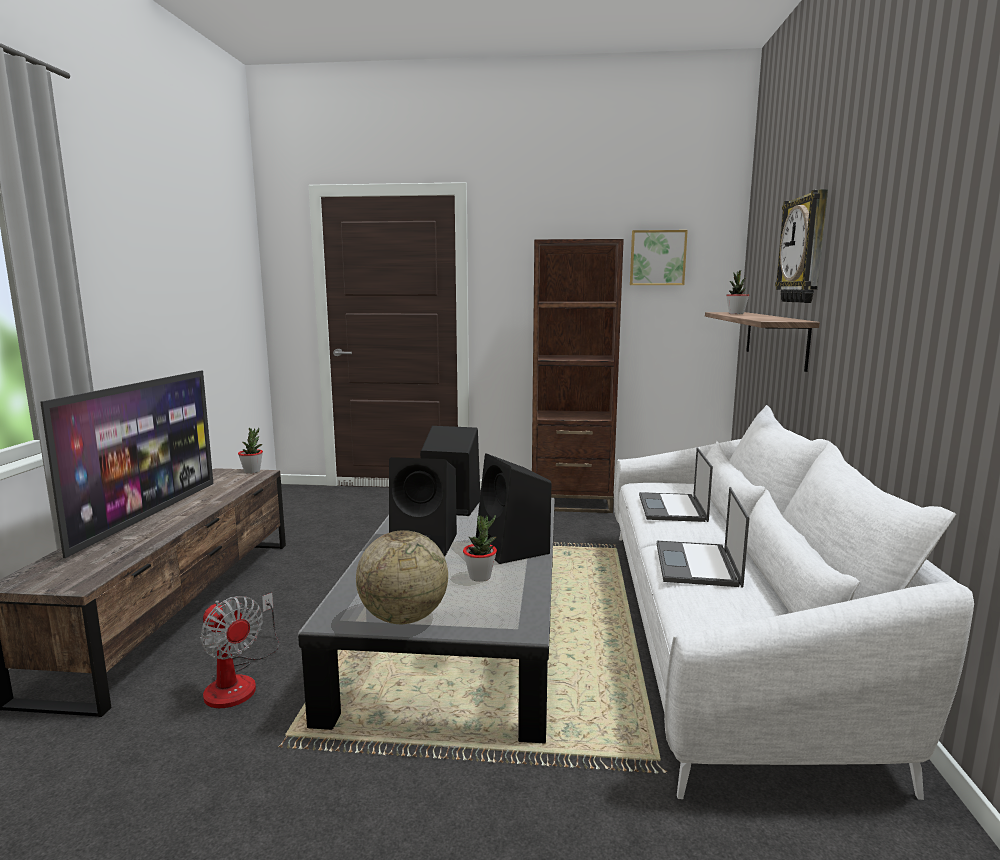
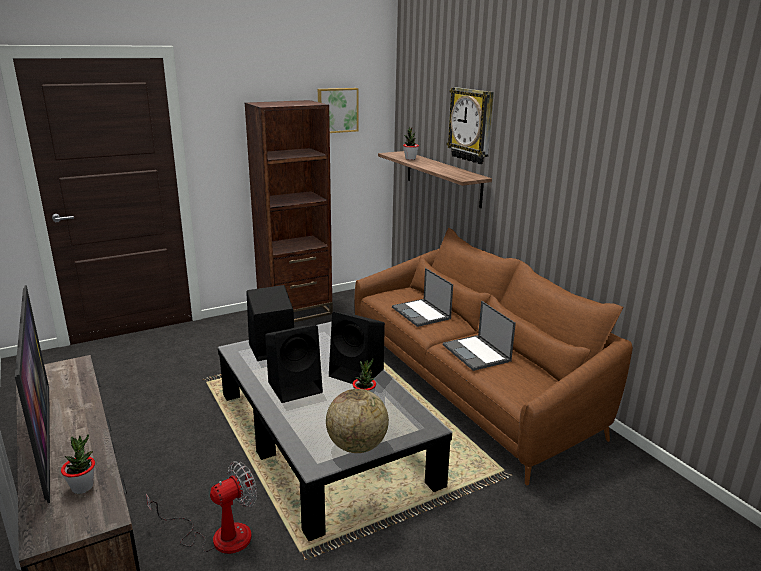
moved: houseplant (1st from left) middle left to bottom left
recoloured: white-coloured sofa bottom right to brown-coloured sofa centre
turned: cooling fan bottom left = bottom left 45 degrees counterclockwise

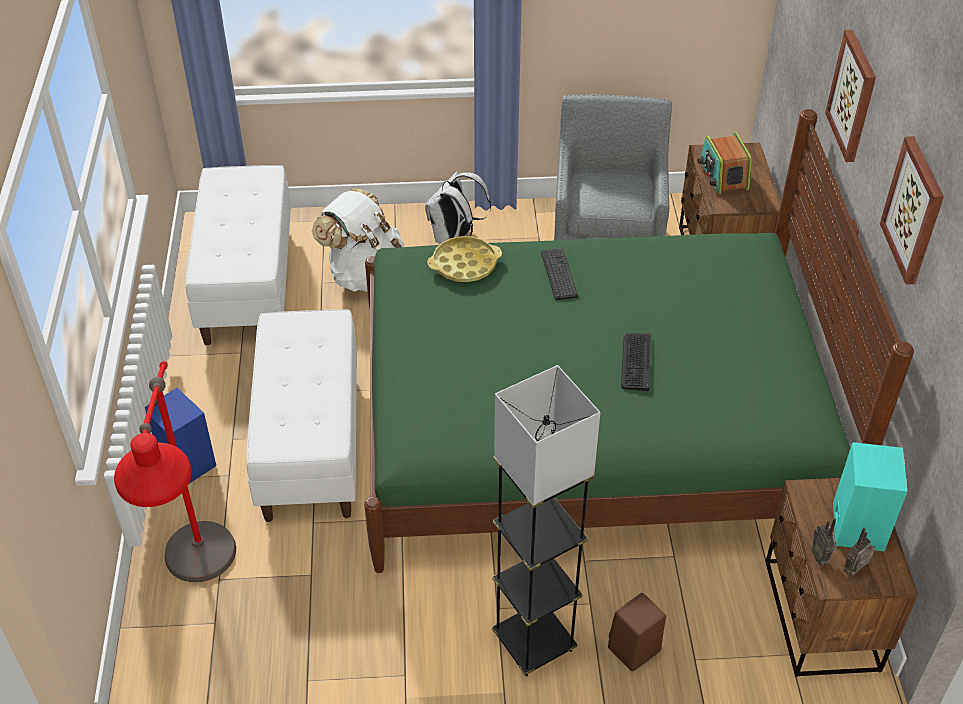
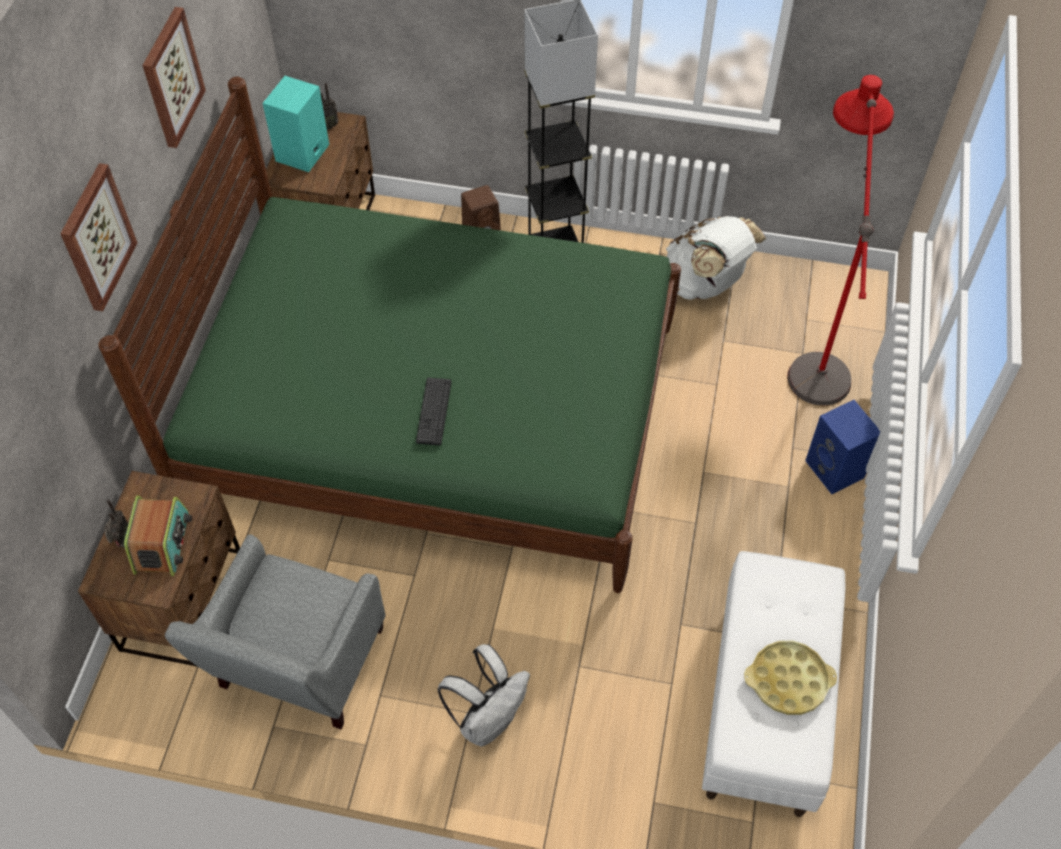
removed: white-coloured indoor bench (2nd from left) middle left; computer keyboard (2nd from left) centre
moved: white-coloured knapsack (1st from left in the first image) centre to white-coloured knapsack (2nd from left) top right; yellowish tray centre to bottom right; radio (2nd from left in the first image) bottom right to radio (1st from left) middle left

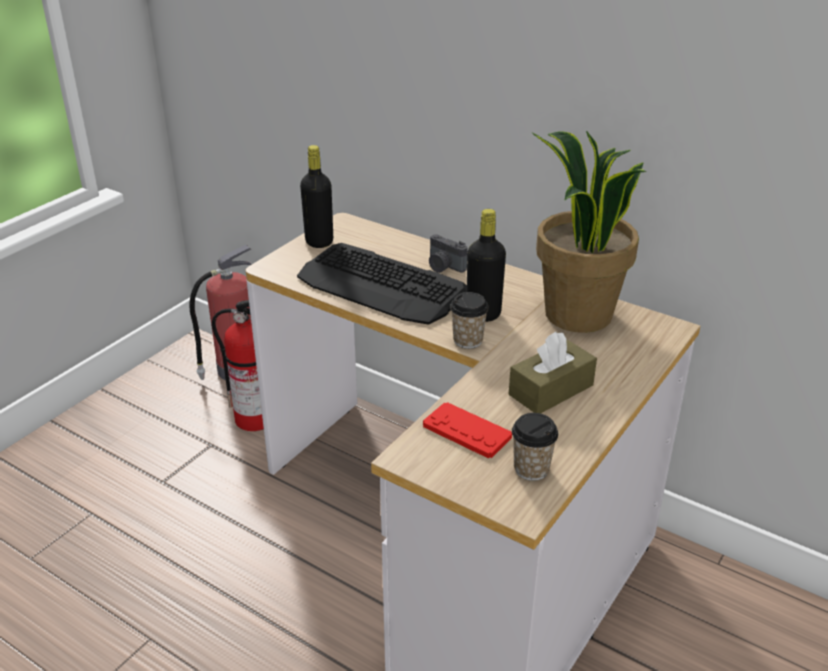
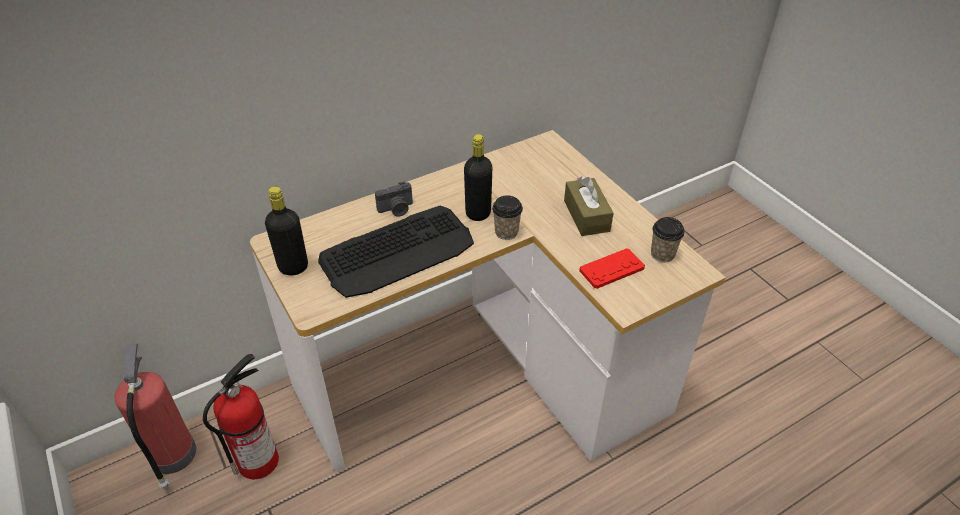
removed: houseplant middle right

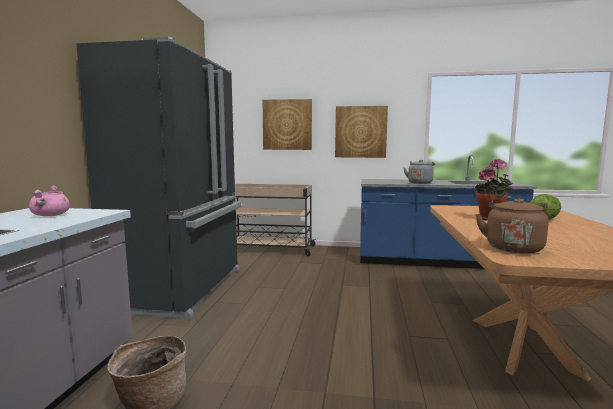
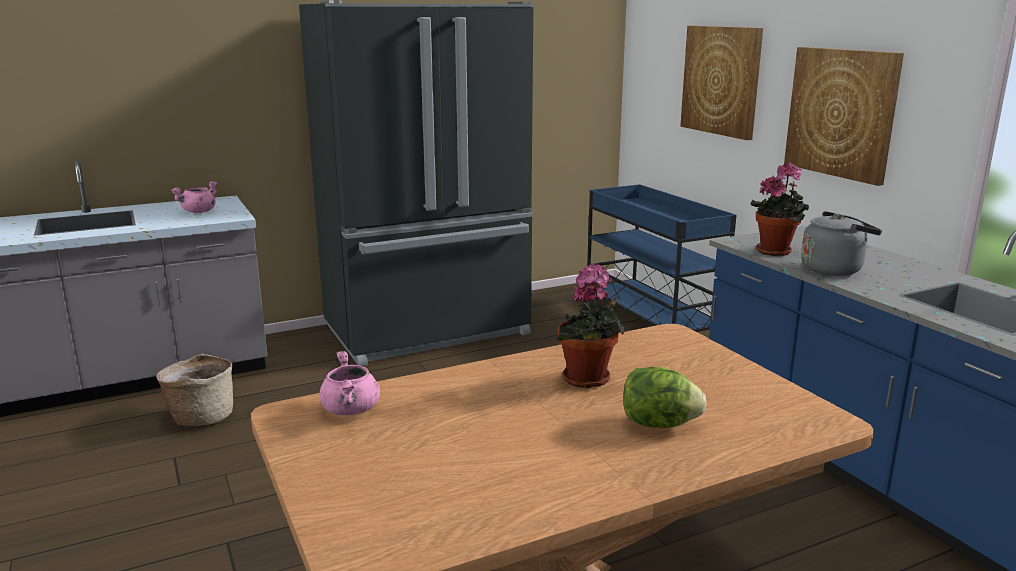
added: houseplant (2nd from left) middle right
replaced: brown-coloured tea kettle middle right to pink cooking pot (2nd from left) bottom centre
recoloured: sand-coloured cart centre to bluish cart centre

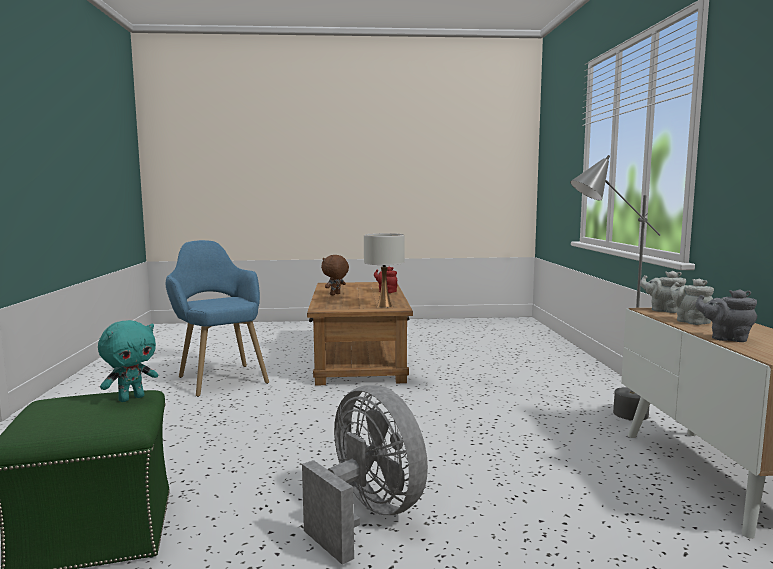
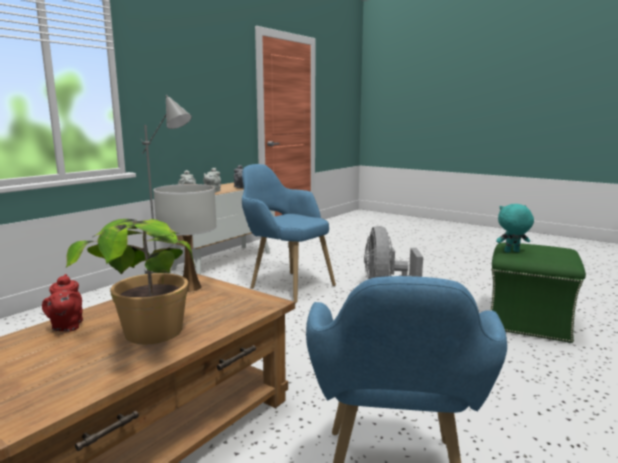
added: bluish easy chair (1st from left) centre
replaced: brown-coloured cuddly toy centre to houseplant middle left

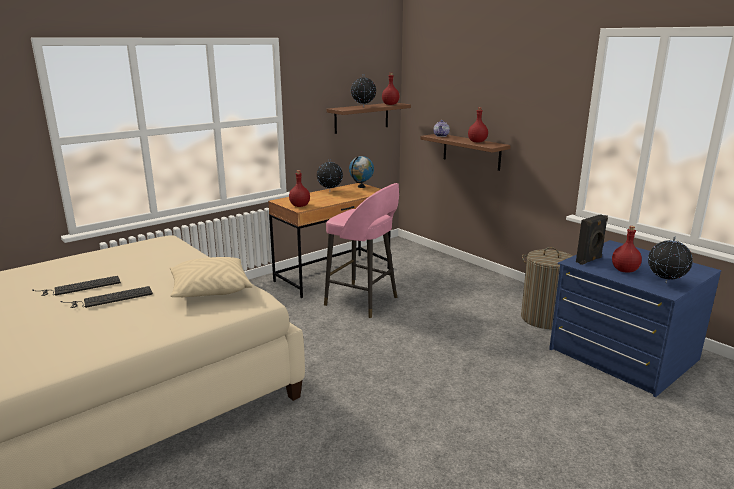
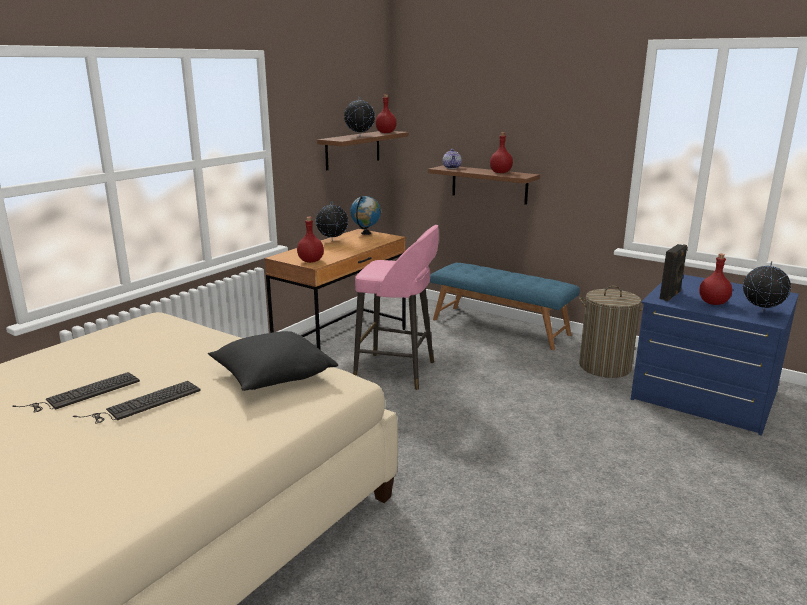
added: bluish indoor bench centre
recoloured: sand-coloured cushion middle left to blackish cushion centre

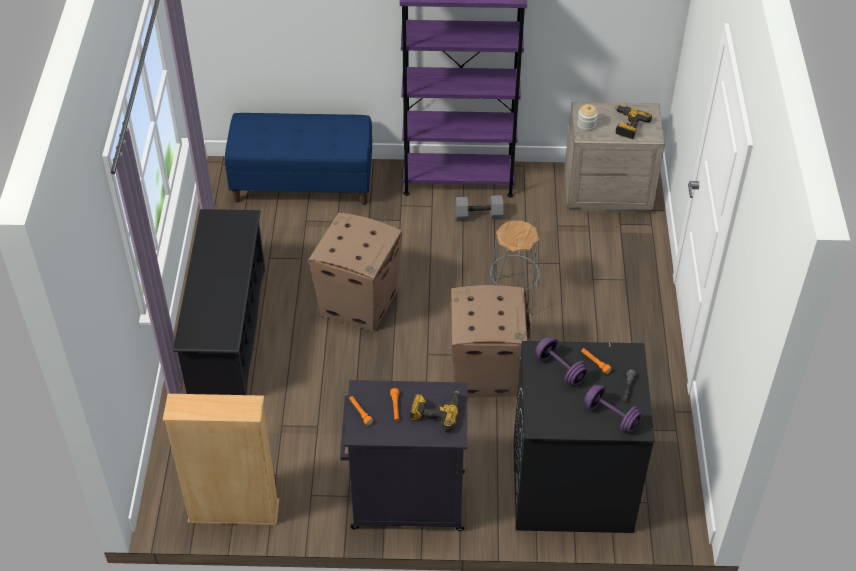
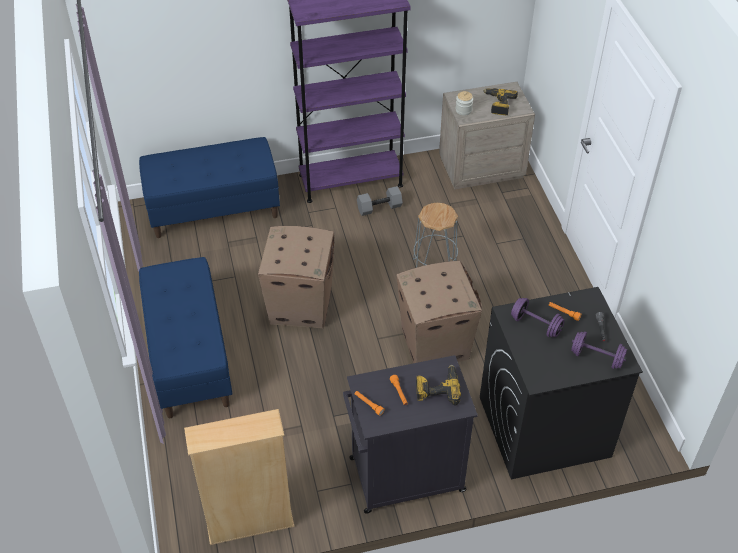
replaced: blackish shoe shelf middle left to bluish indoor bench (1st from left) middle left

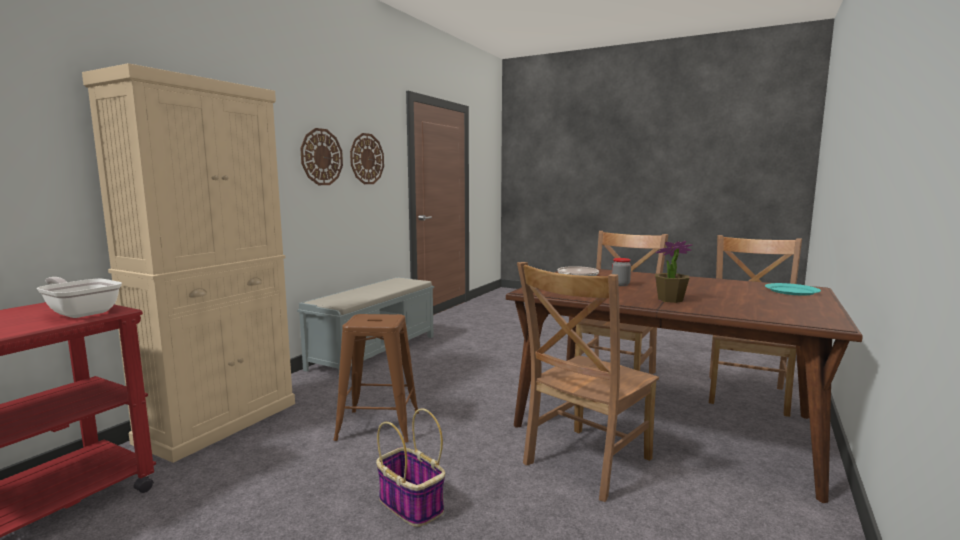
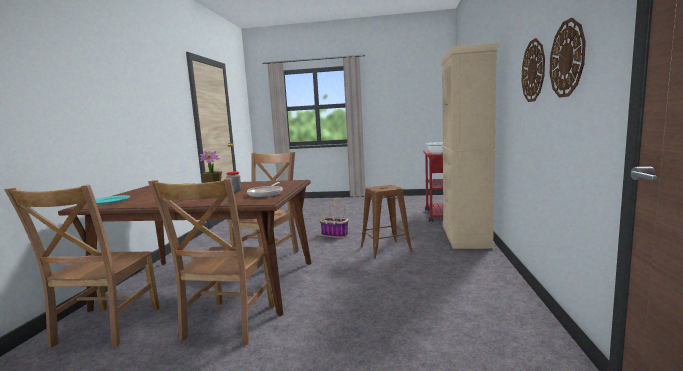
removed: greyish indoor bench centre

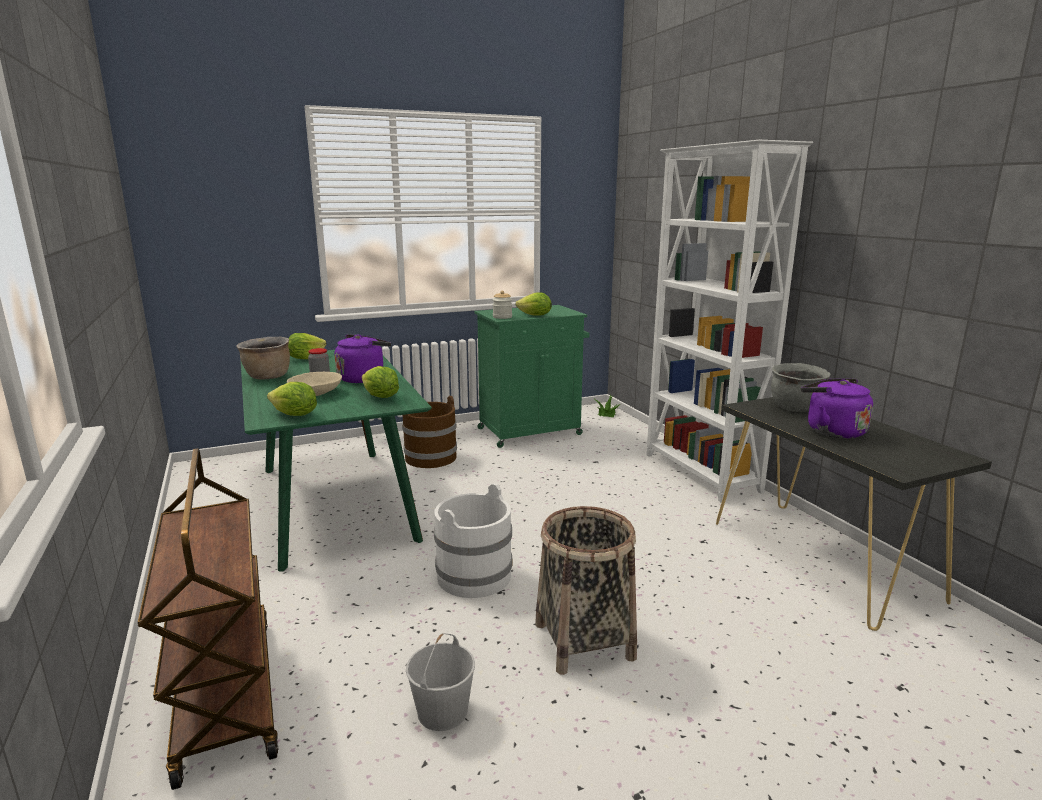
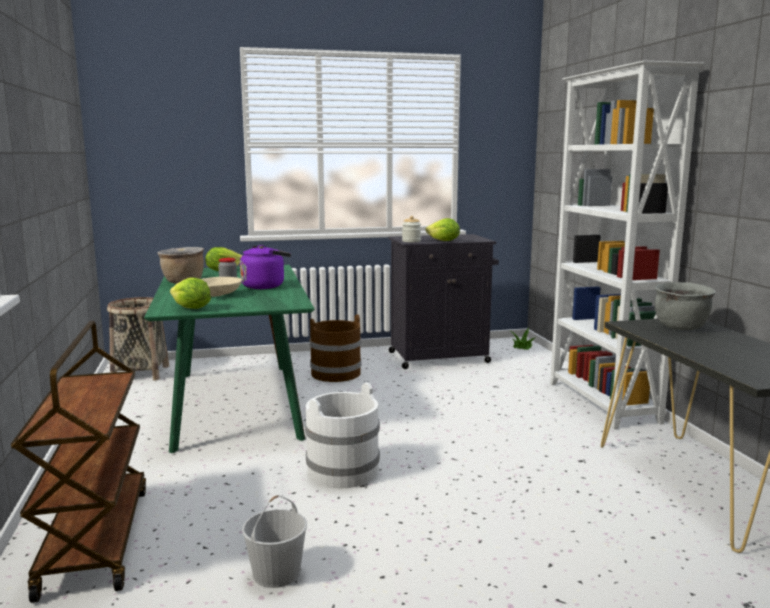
removed: lettuce (3rd from left) centre; purplish tea kettle (2nd from left) middle right
moved: basket bottom centre to middle left
recoloured: green-coloured cupboard centre to blackish cupboard centre

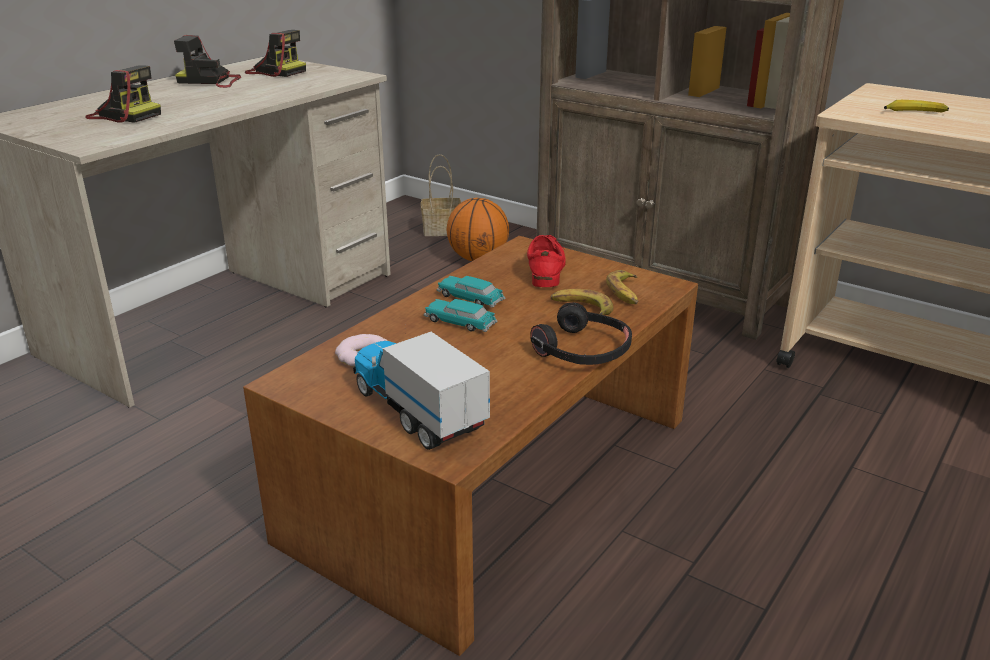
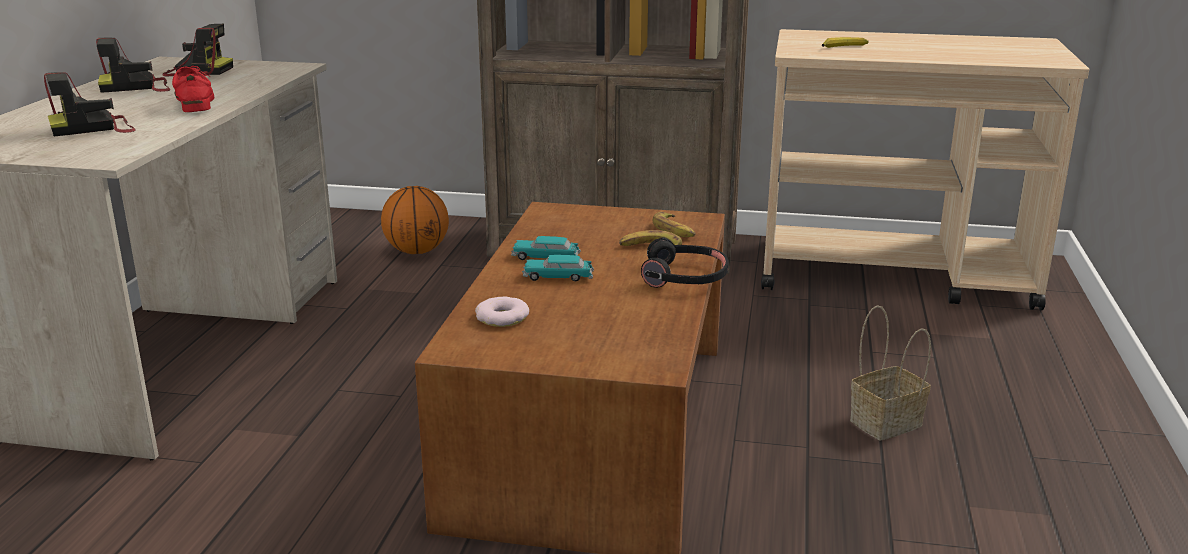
removed: toy truck centre
moved: basket top centre to bottom right; reddish low shoe centre to top left
turned: photo camera (1st from left) top left = top left 150 degrees clockwise

